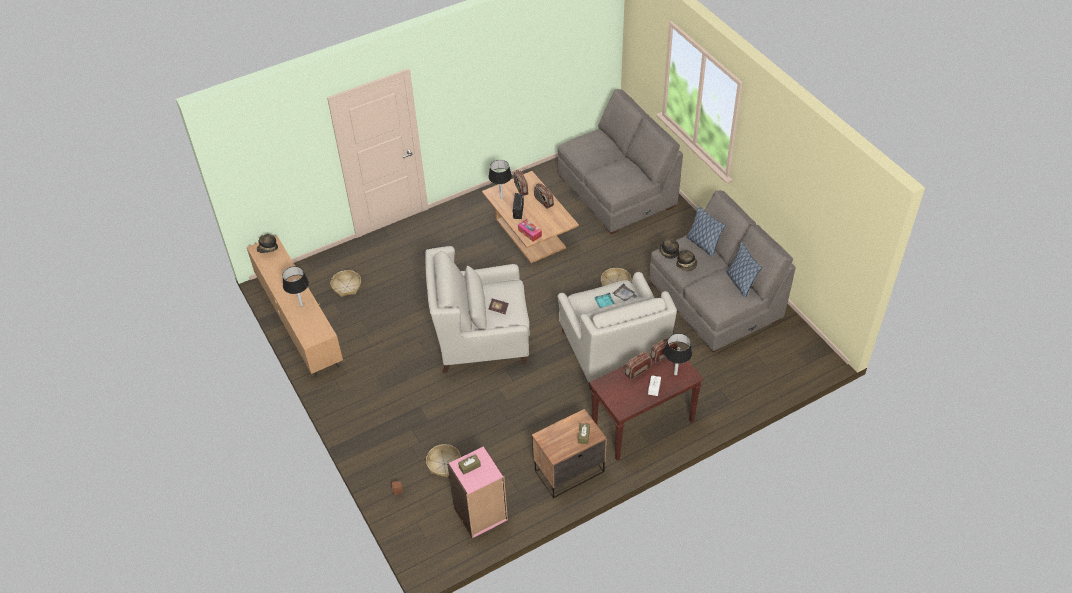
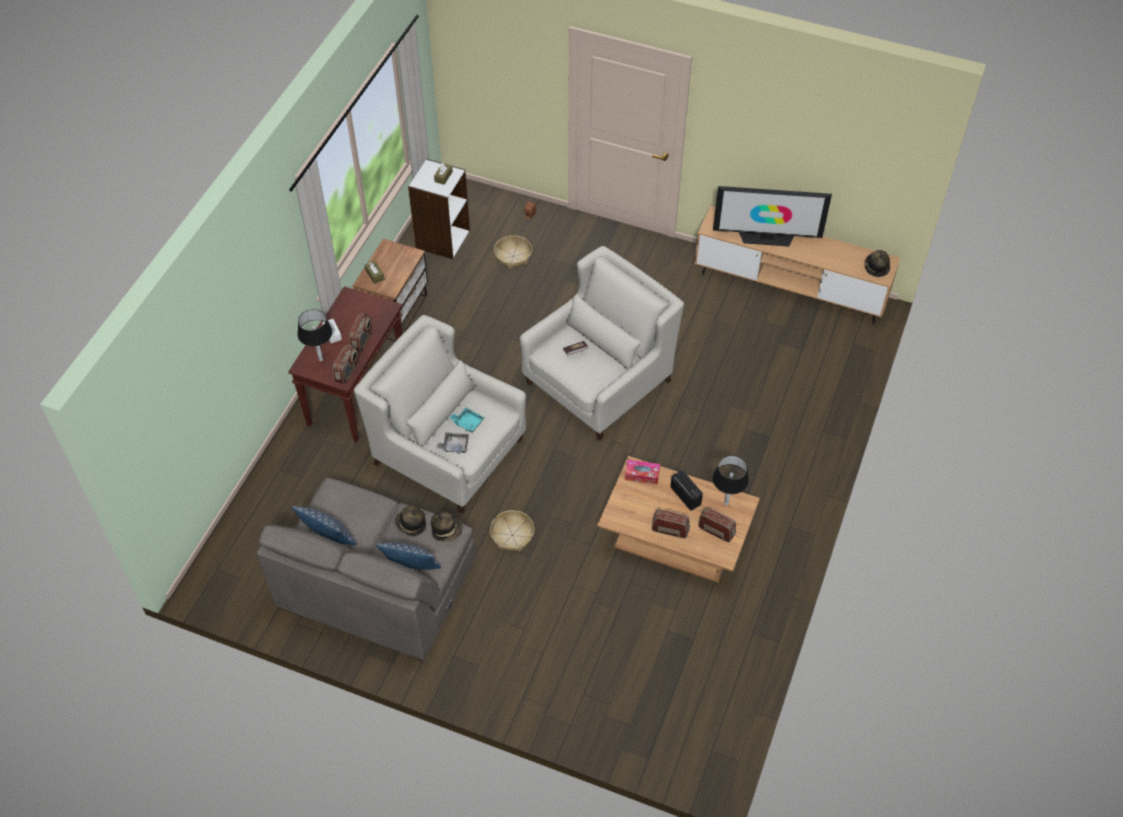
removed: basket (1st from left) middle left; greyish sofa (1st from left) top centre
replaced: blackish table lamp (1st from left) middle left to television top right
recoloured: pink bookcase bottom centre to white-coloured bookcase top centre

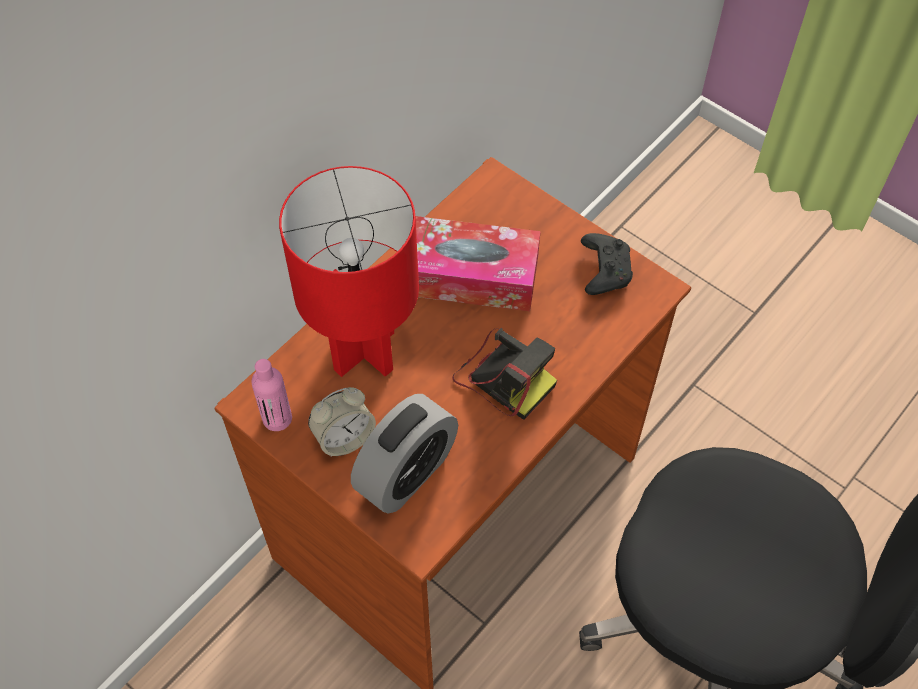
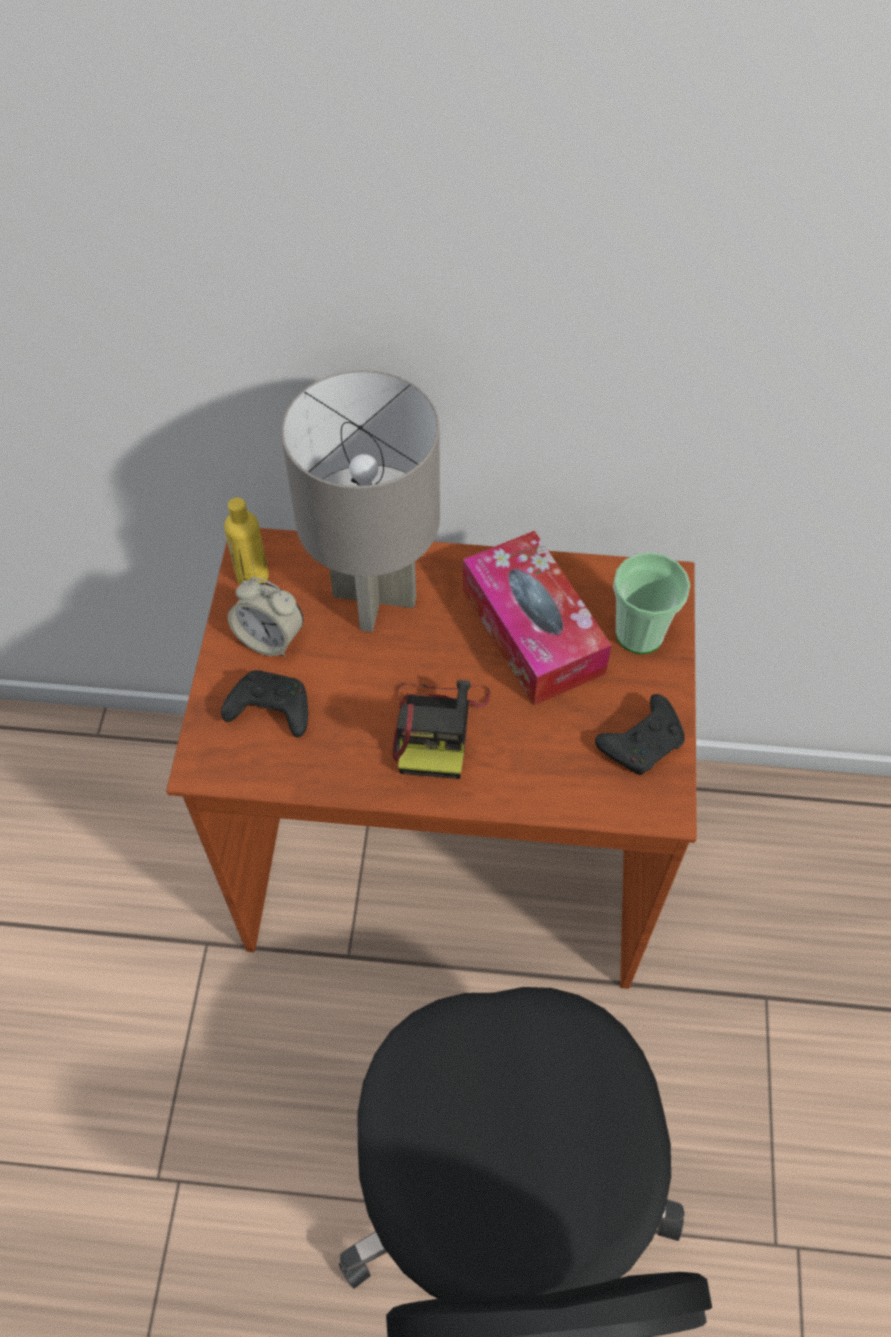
added: cup middle right
replaced: bedside clock (2nd from left) centre to blackish gamepad (1st from left) middle left
recoloured: pink beverage bottle middle left to yellowish beverage bottle middle left; reddish table lamp centre to greyish table lamp centre

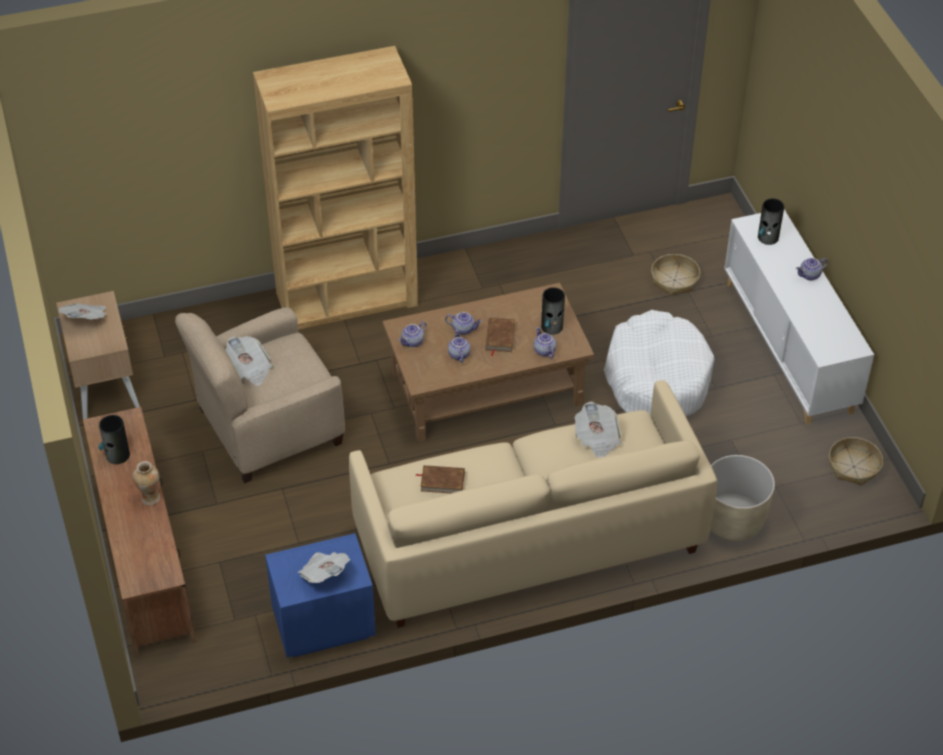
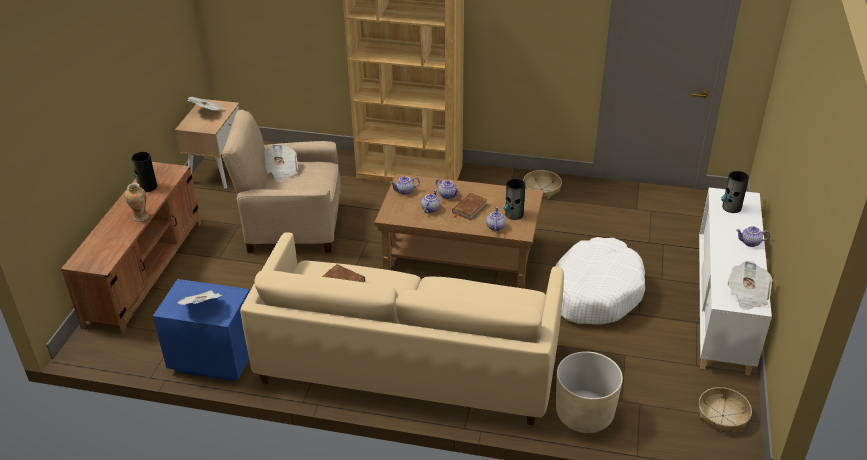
moved: daily paper (4th from left) centre to middle right; basket (1st from left) middle right to centre

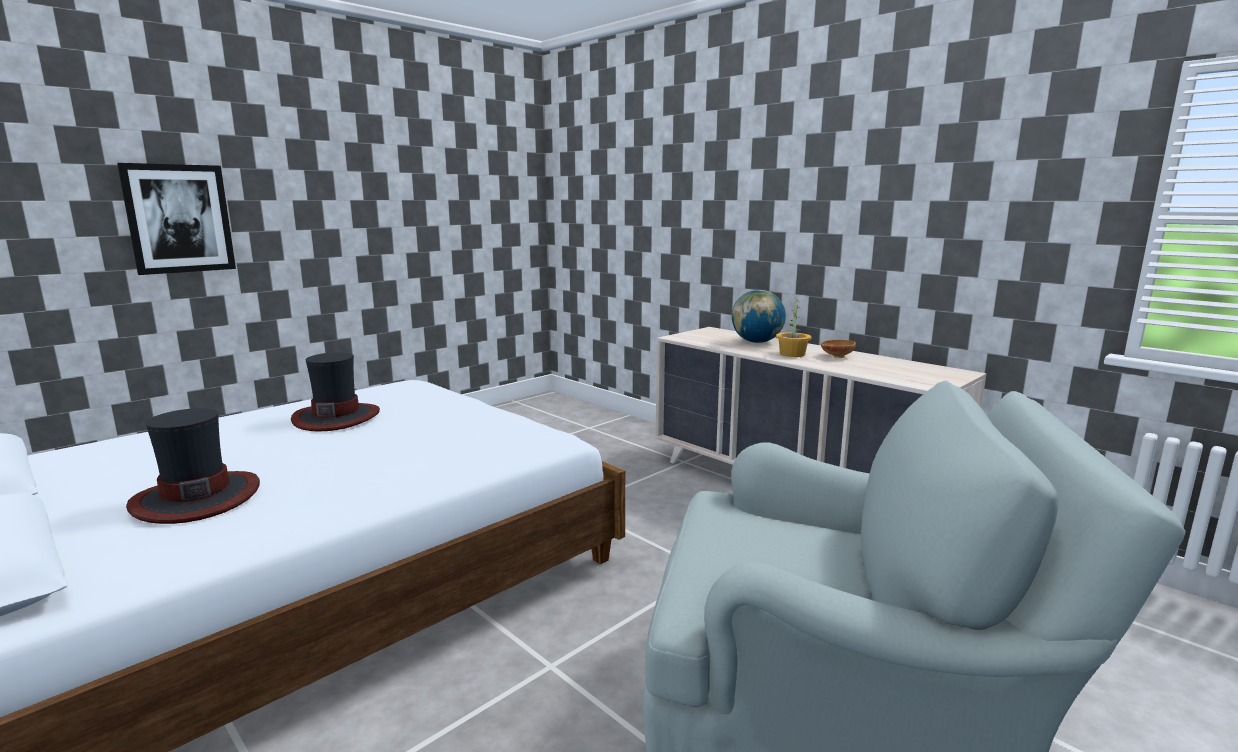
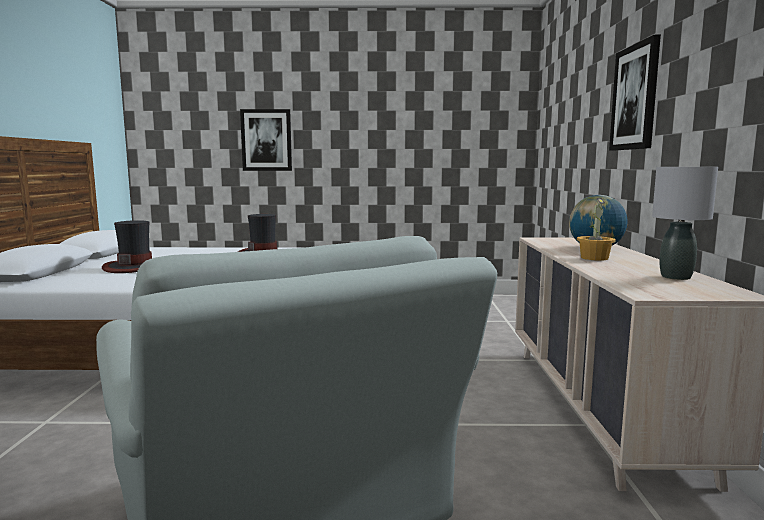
removed: brown-coloured bowl middle right
added: wall picture (2nd from left) top right; greyish table lamp middle right

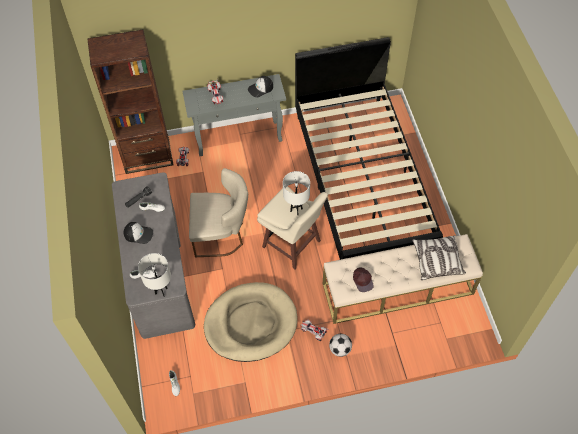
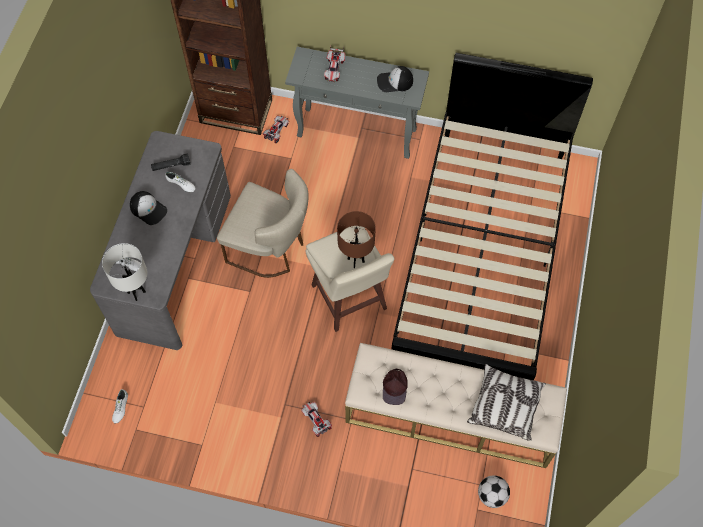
removed: sand-coloured dog cushion bottom centre
moved: ball for football bottom centre to bottom right
recoloured: white-coloured table lamp (2nd from left) centre to brown-coloured table lamp centre

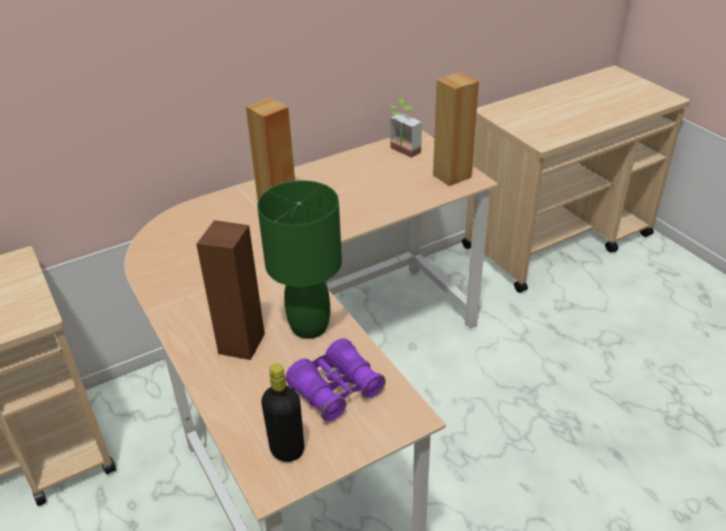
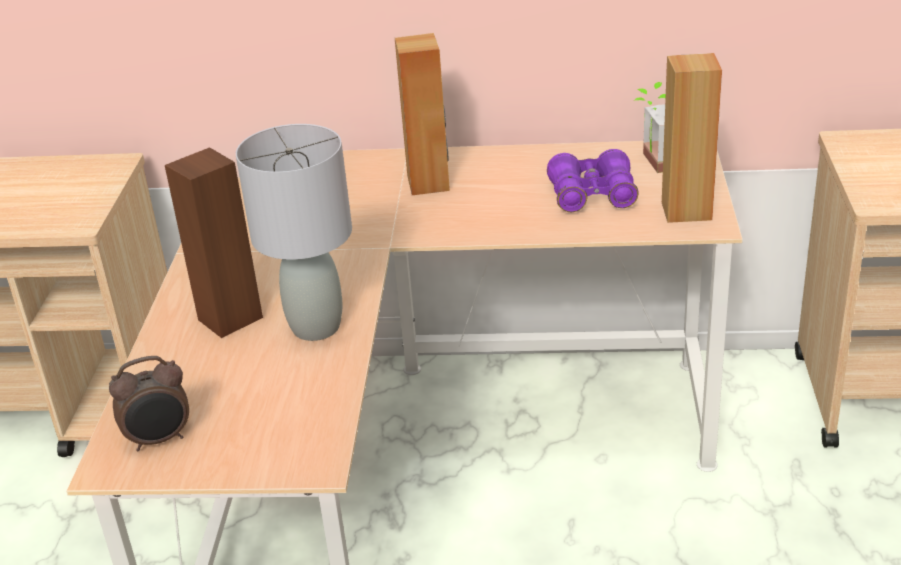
moved: purplish pair of binoculars bottom centre to top centre
replaced: blackish beverage bottle bottom centre to bedside clock bottom left
recoloured: green-coloured table lamp centre to greyish table lamp middle left

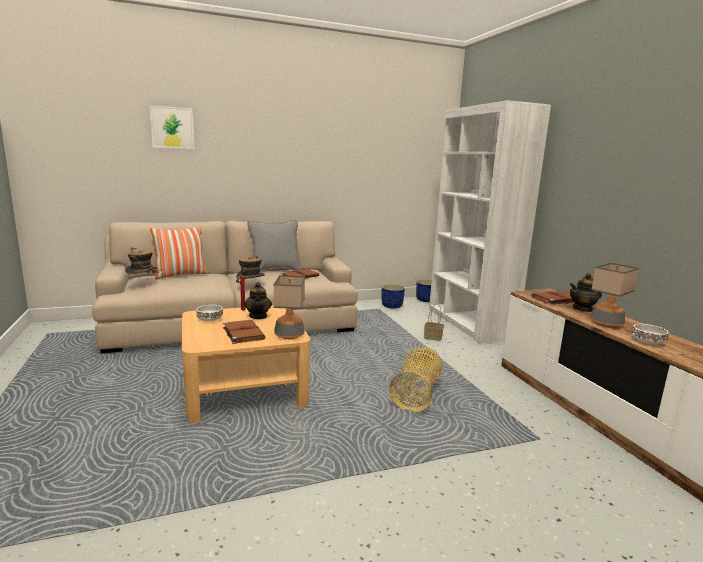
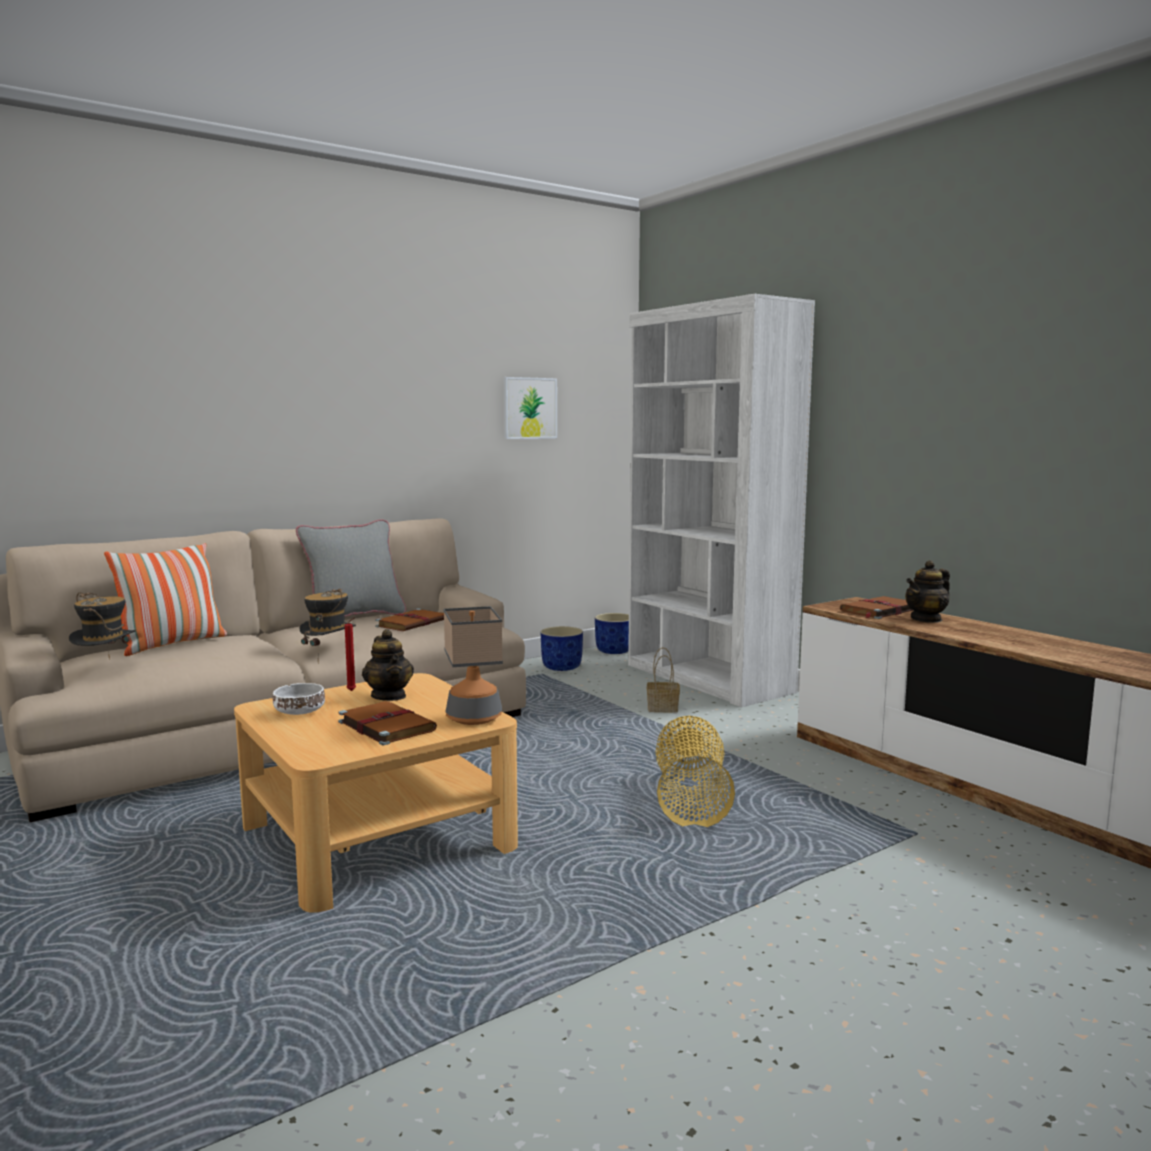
removed: table lamp (2nd from left) middle right; white-coloured bowl (2nd from left) middle right
moved: wall picture top left to centre

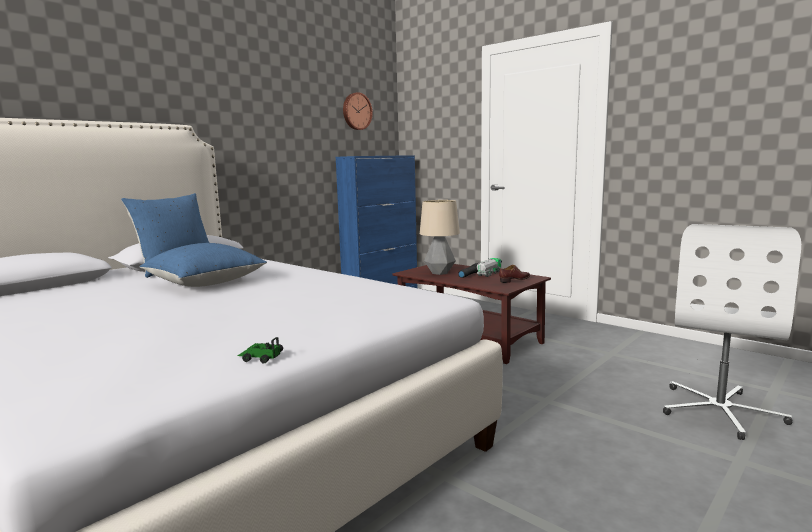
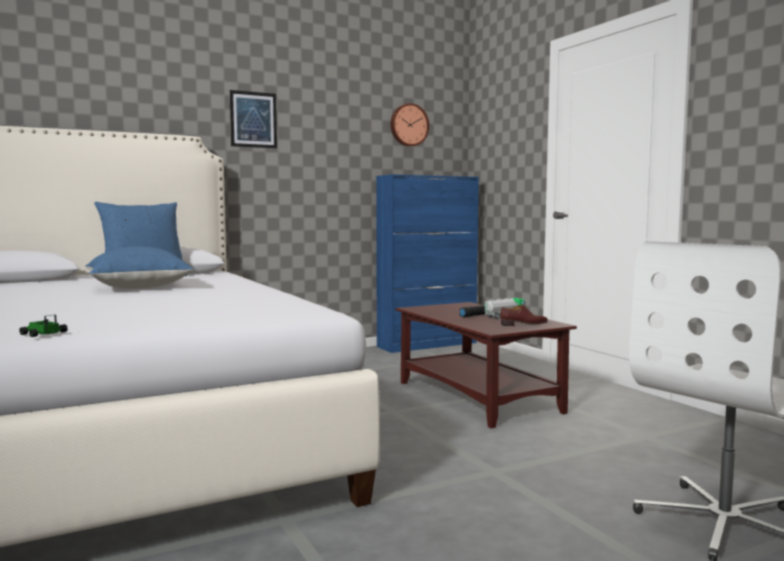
removed: table lamp centre
added: wall picture top left

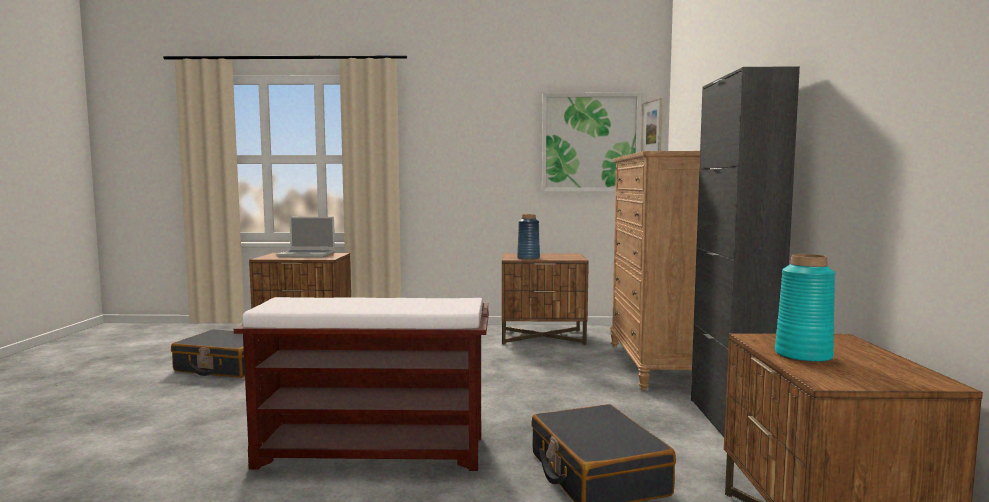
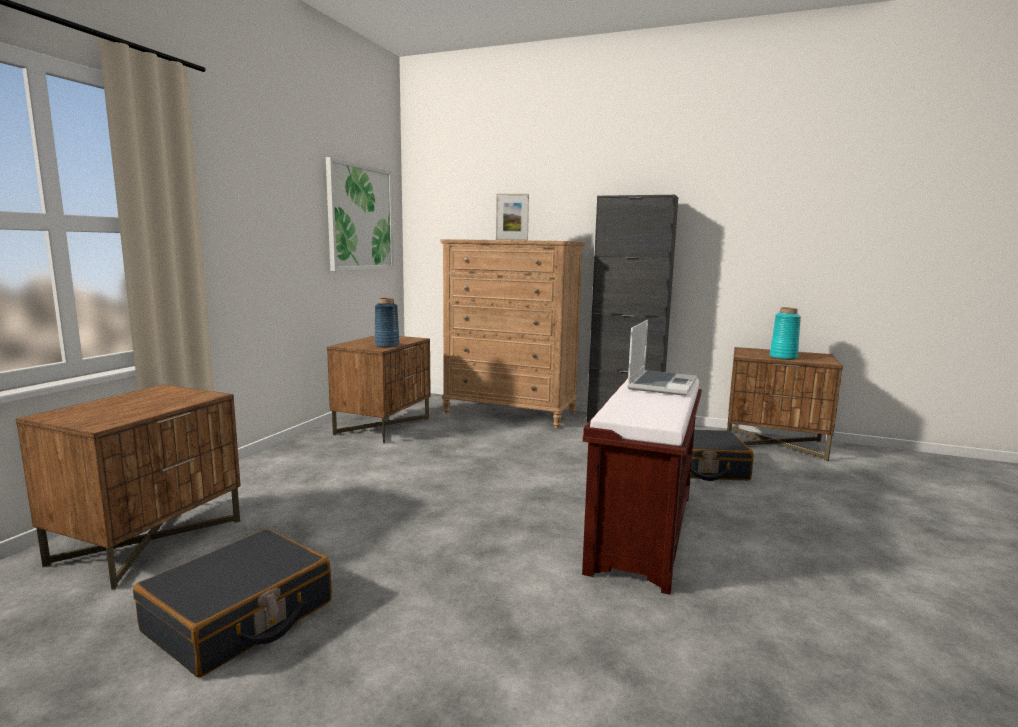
moved: notebook computer middle left to centre

